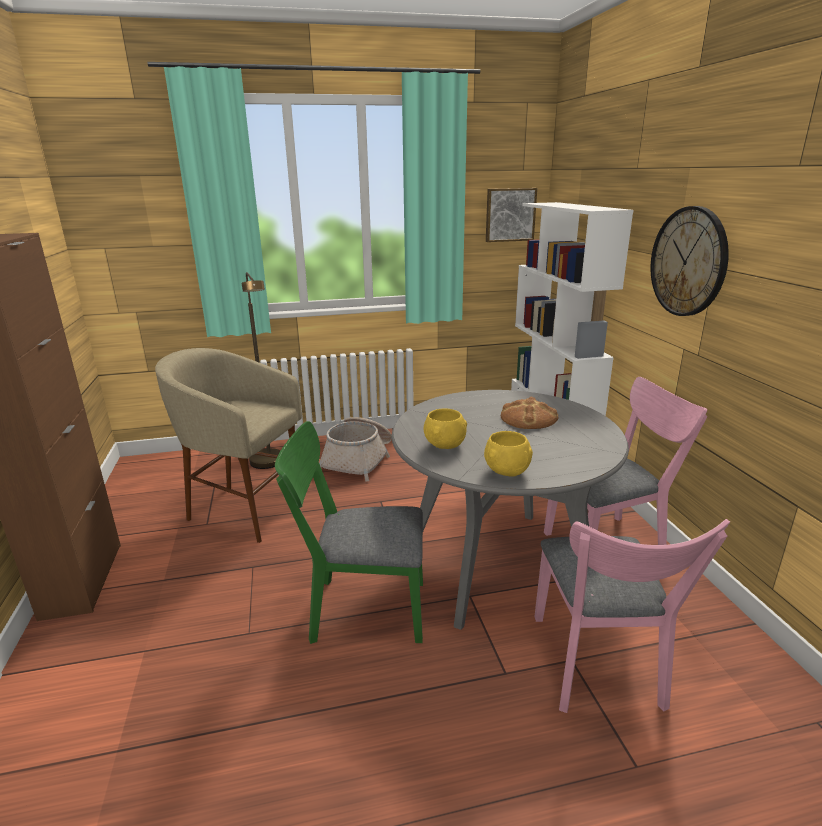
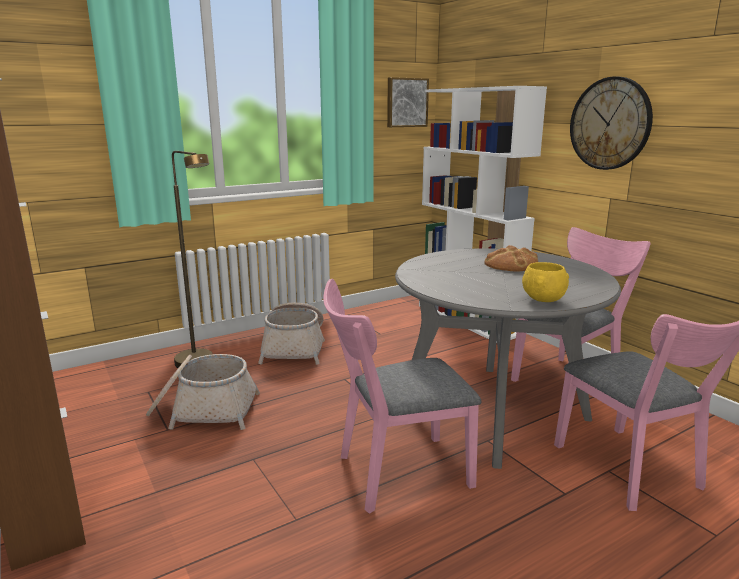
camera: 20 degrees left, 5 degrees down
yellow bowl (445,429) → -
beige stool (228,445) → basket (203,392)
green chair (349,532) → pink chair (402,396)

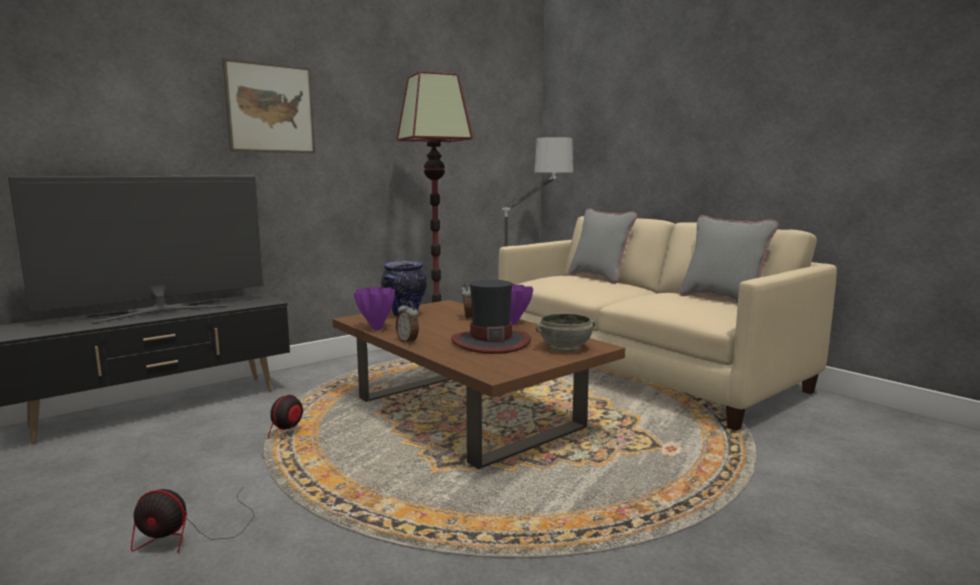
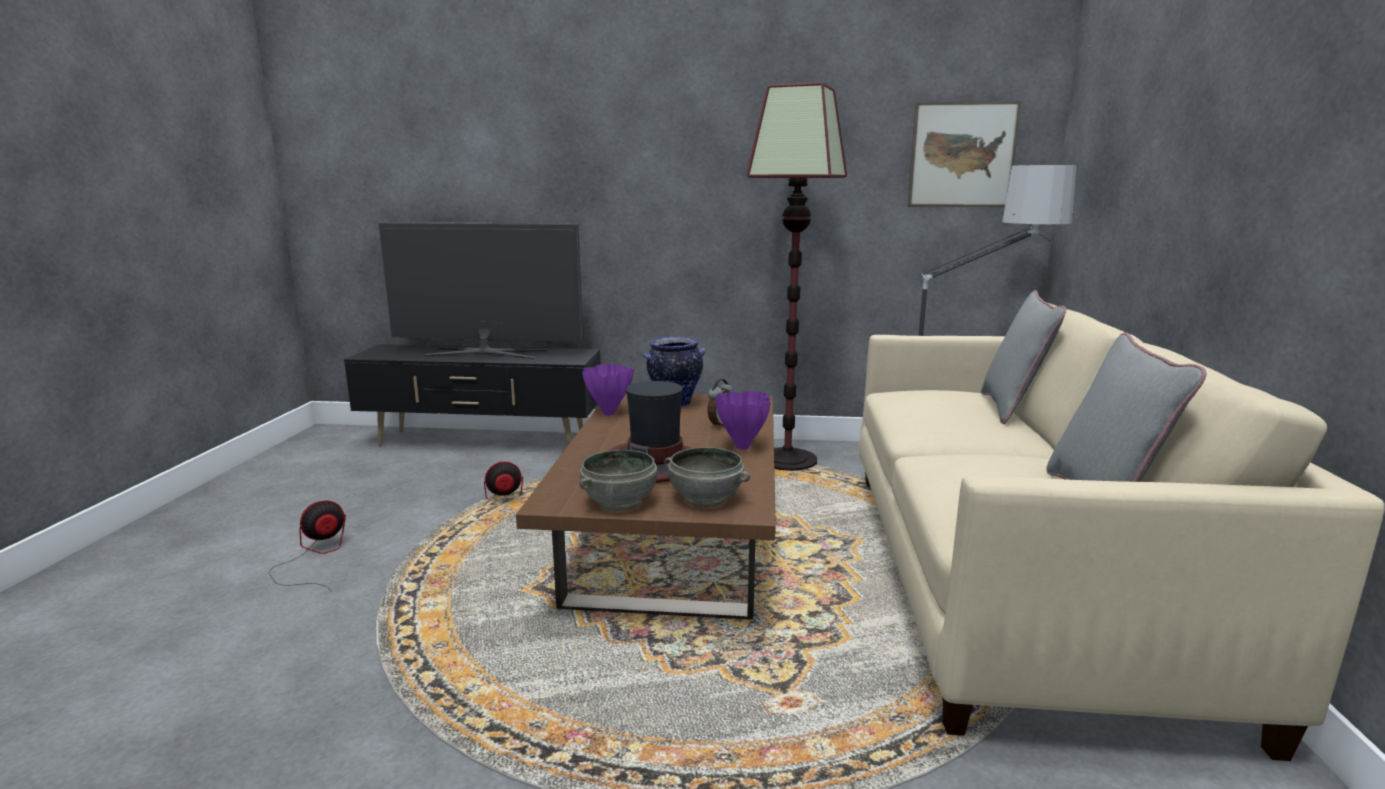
camera: 45 degrees right, 5 degrees up
alarm clock (407,322) → -
- → grey bowl (618,480)
picture (269,105) → picture (964,154), moved
fan (192,521) → fan (307,546), 90 degrees clockwise

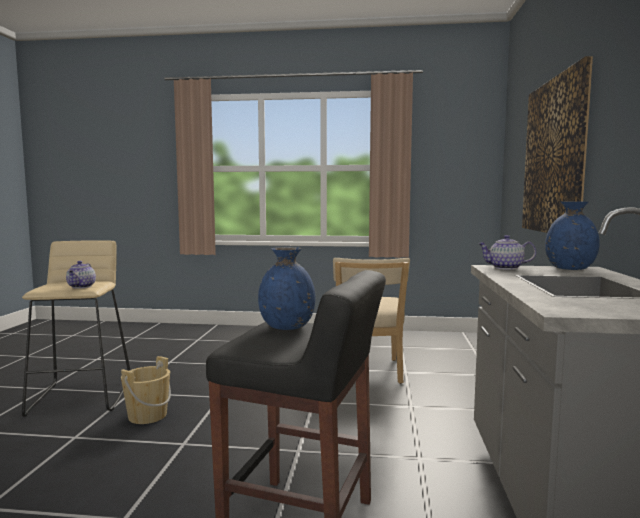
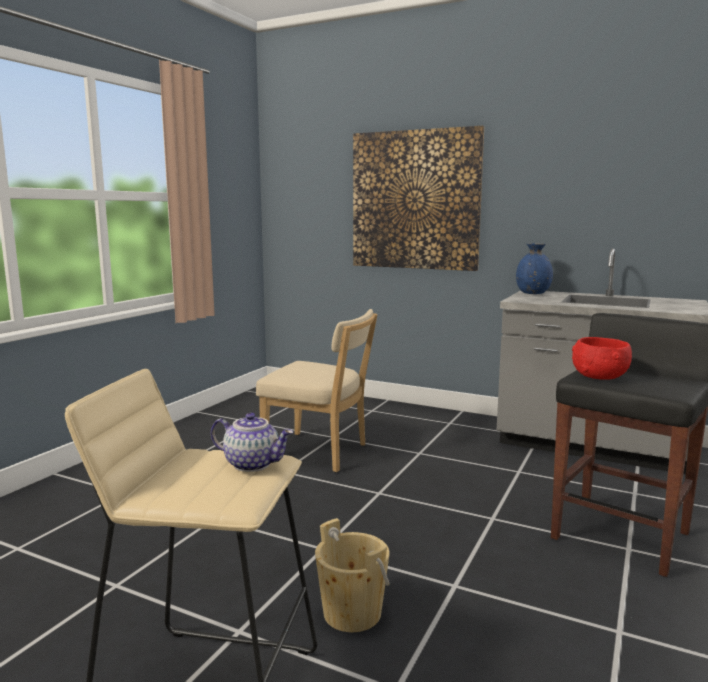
camera: 70 degrees left, 5 degrees up
teapot (507,252) → -
blue vase (287,288) → red bowl (602,358)

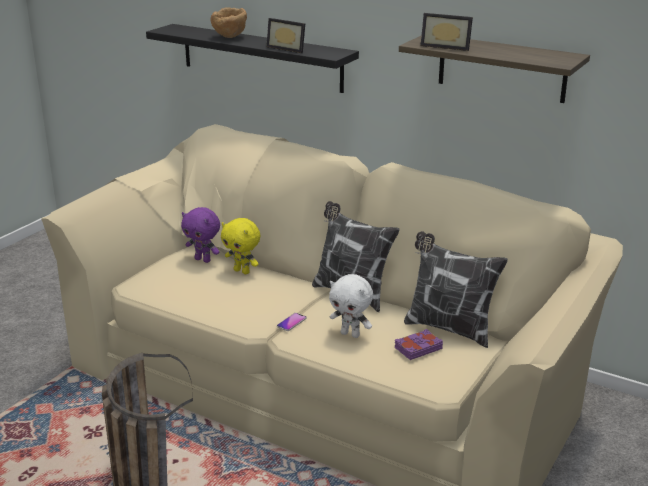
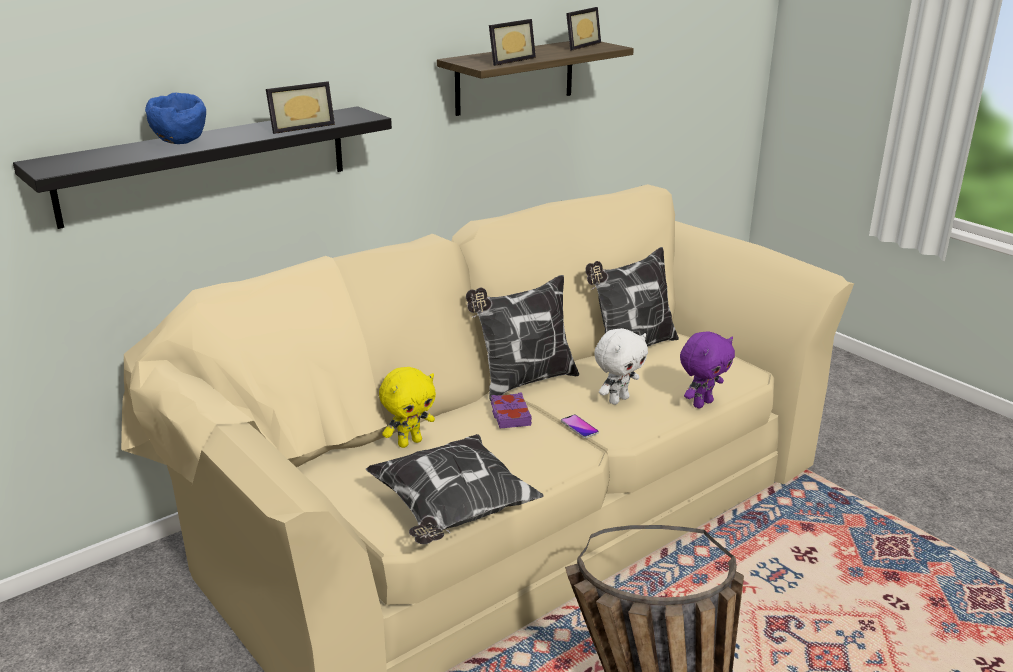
camera: 70 degrees left, 0 degrees up
- → pillow (455,489)
- → picture frame (583,29)
purple plush toy (200,235) → purple plush toy (707,369), moved
purple book (419,344) → purple book (511,410), moved
brown bowl (228,22) → blue bowl (175,118)

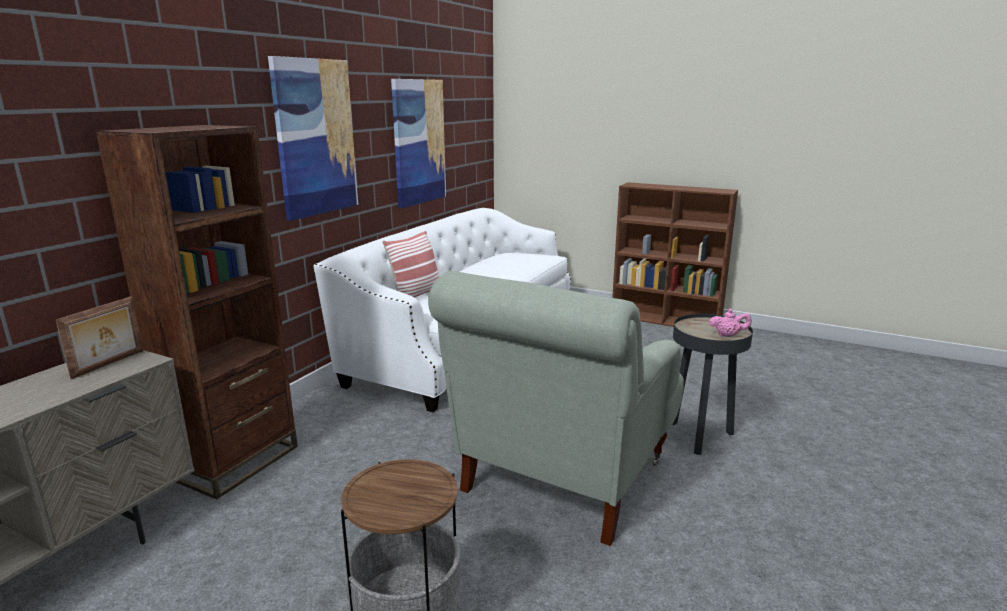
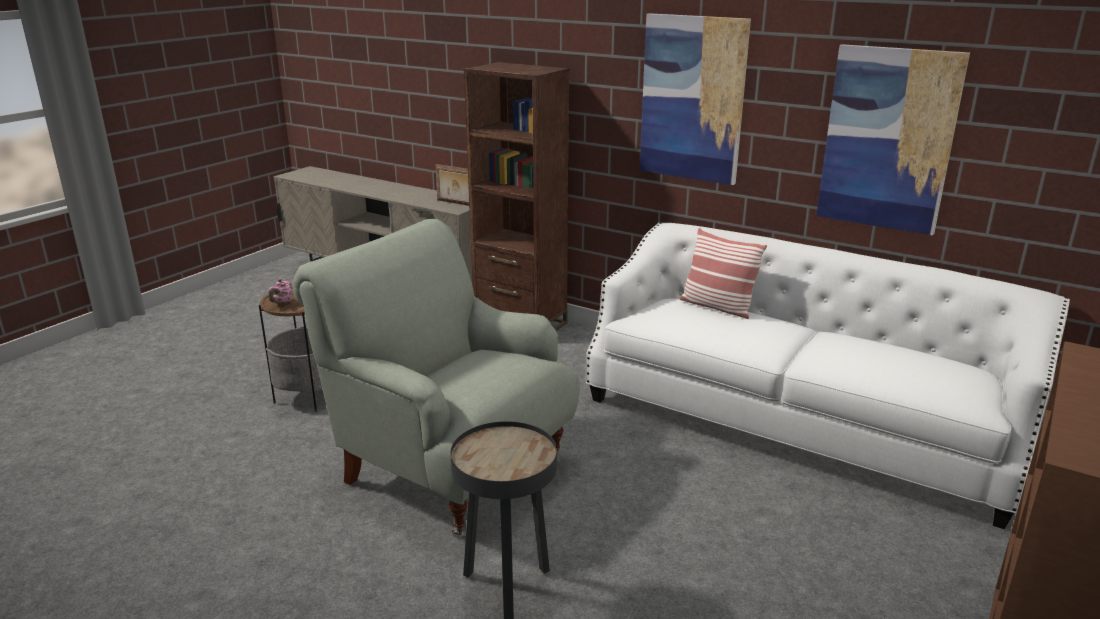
camera: 95 degrees right, 5 degrees up
pink teapot (730,323) → pink teapot (280,291), moved

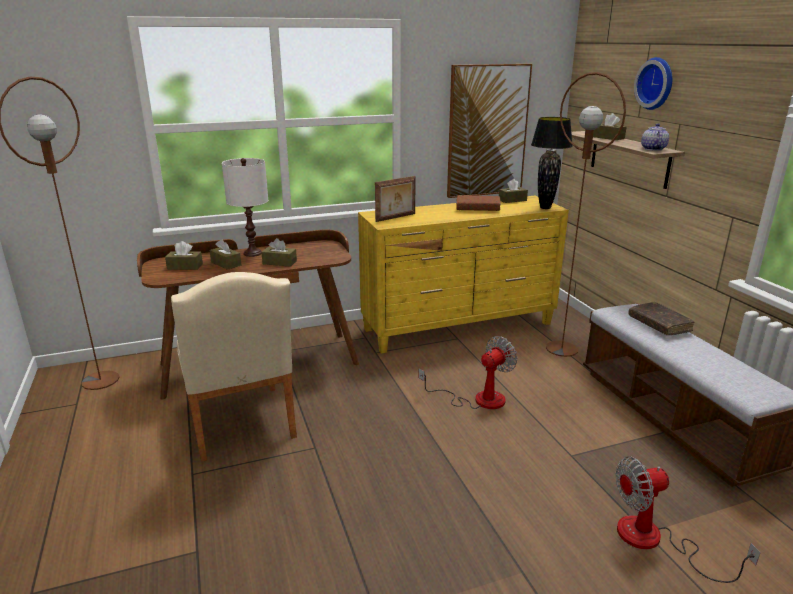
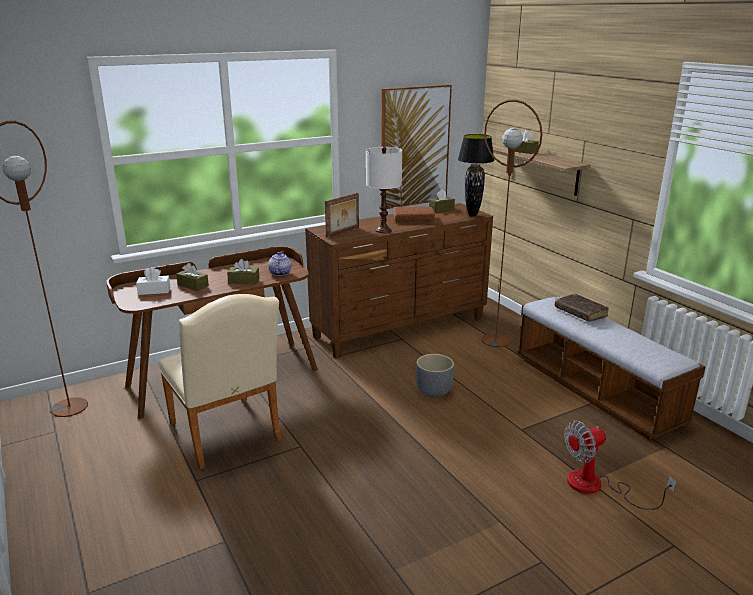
camera: 10 degrees left, 0 degrees up
wall clock (653,83) → -
white table lamp (245,207) → white table lamp (384,190), moved
teapot (655,137) → teapot (279,263), moved
fan (468,372) → grey planter (435,375)
brown tissue box (184,255) → white tissue box (153,281)
yellow dresser (463,275) → brown dresser (399,281)

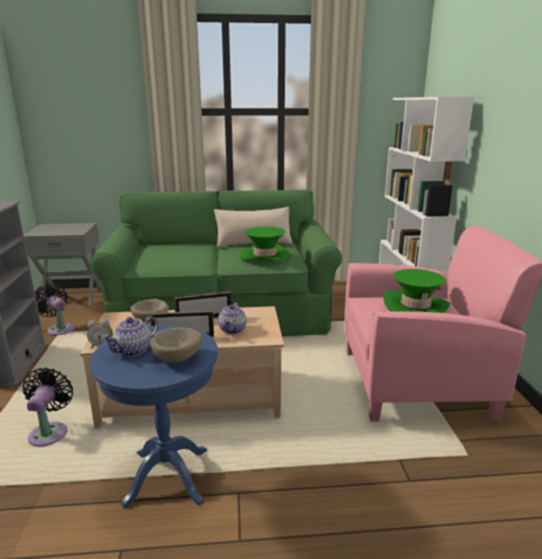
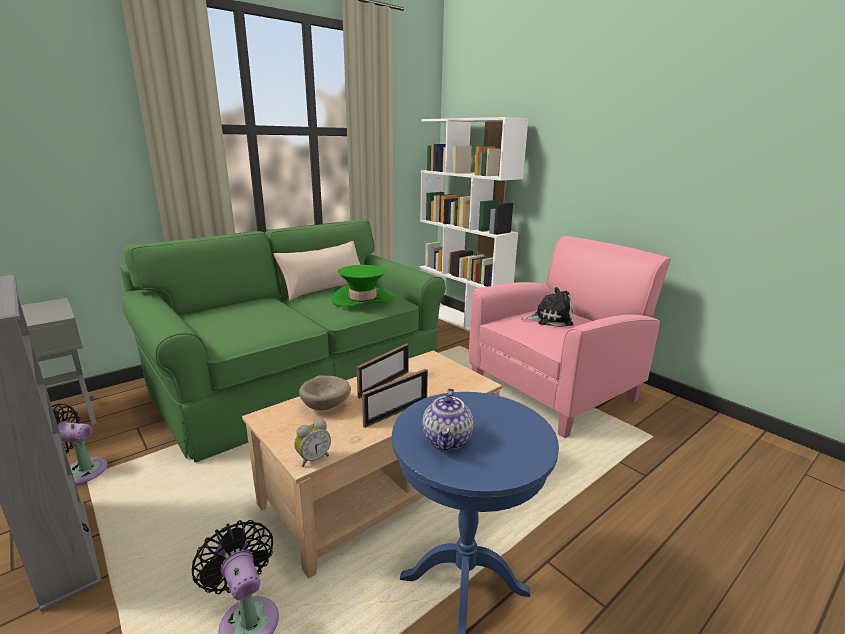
camera: 35 degrees left, 0 degrees up
beige bowl (176,345) → -
teapot (232,318) → -
green hat (416,291) → plush toy (547,307)

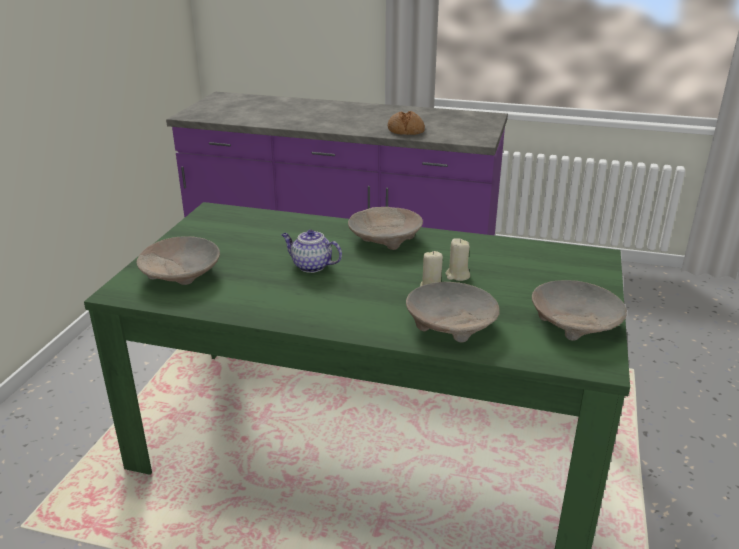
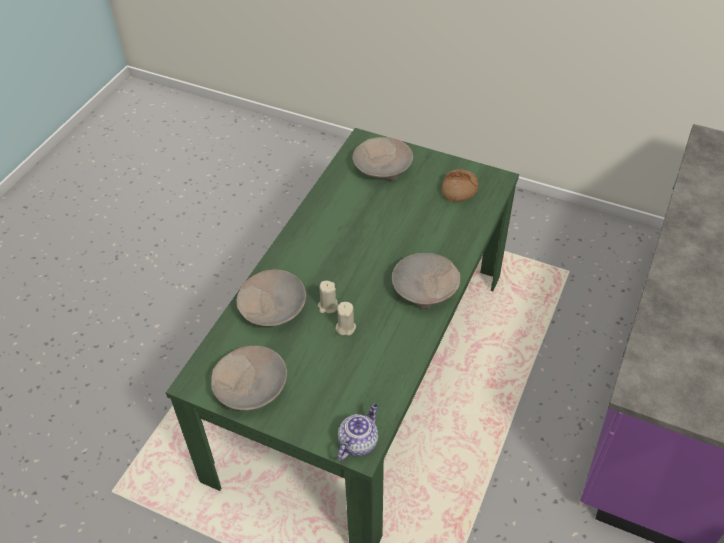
camera: 100 degrees right, 20 degrees up
teapot (311,251) → teapot (358,432), moved
bread (406,123) → bread (460,185), moved

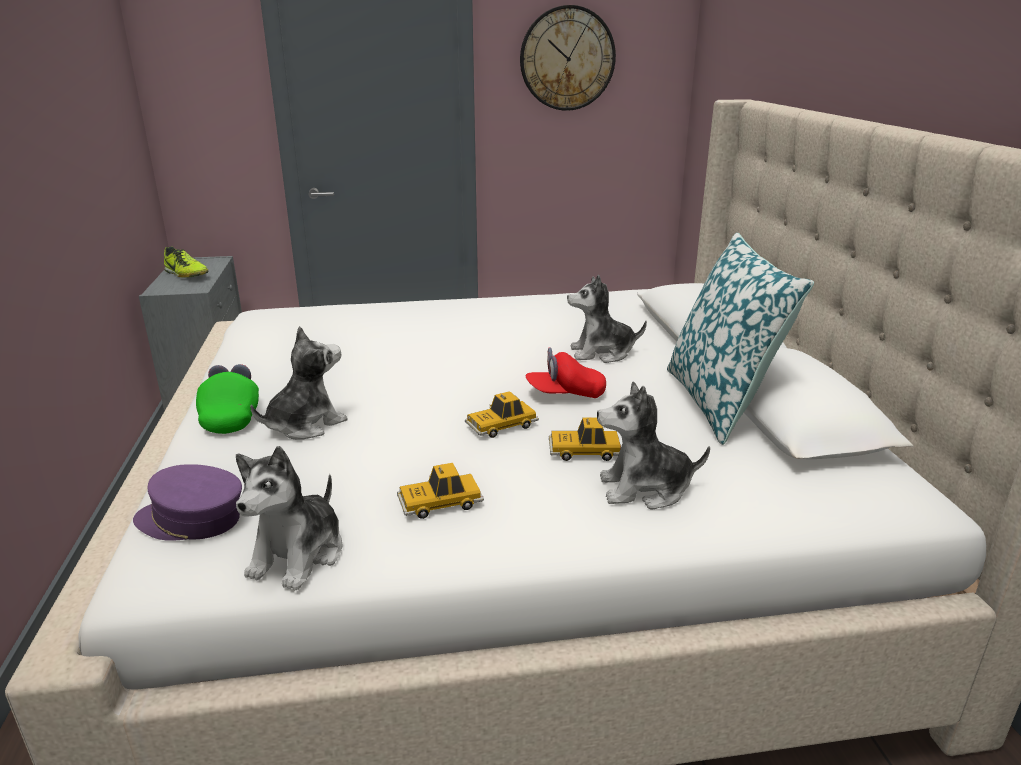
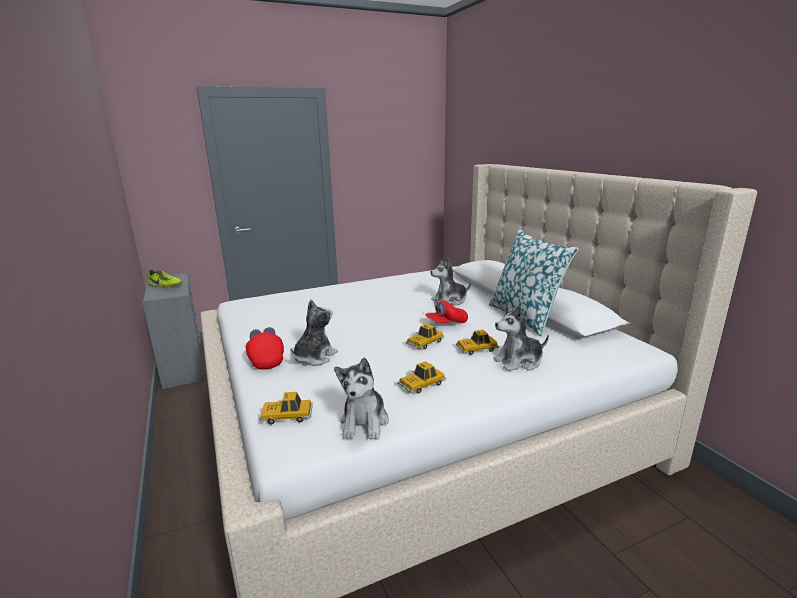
camera: 15 degrees left, 5 degrees down
wall clock (568,58) → -
purple cap (187,502) → toy car (286,408)
green cap (227,399) → red cap (265,348)

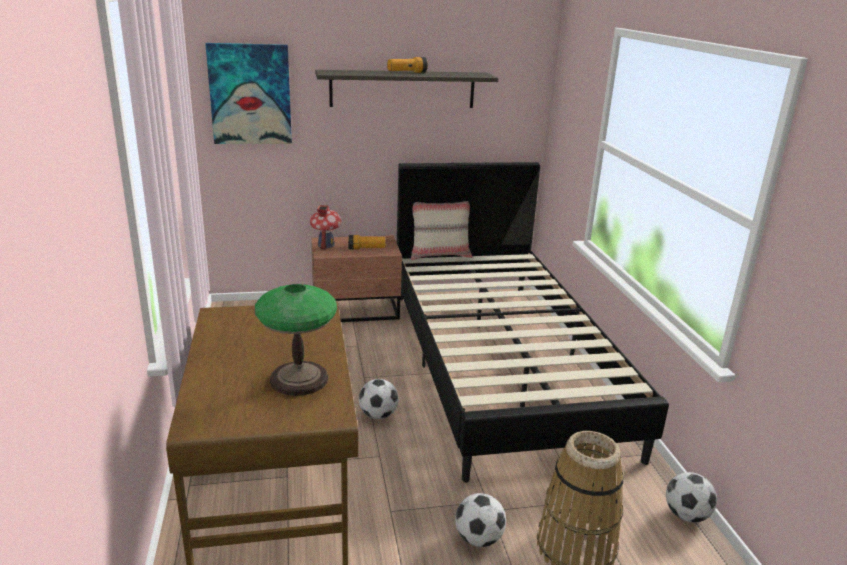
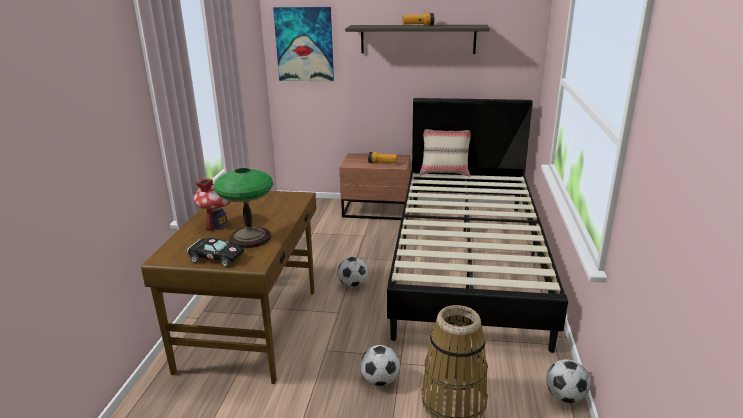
camera: 20 degrees right, 0 degrees up
- → black toy car (215,252)
toy house (325,227) → toy house (212,204), moved

